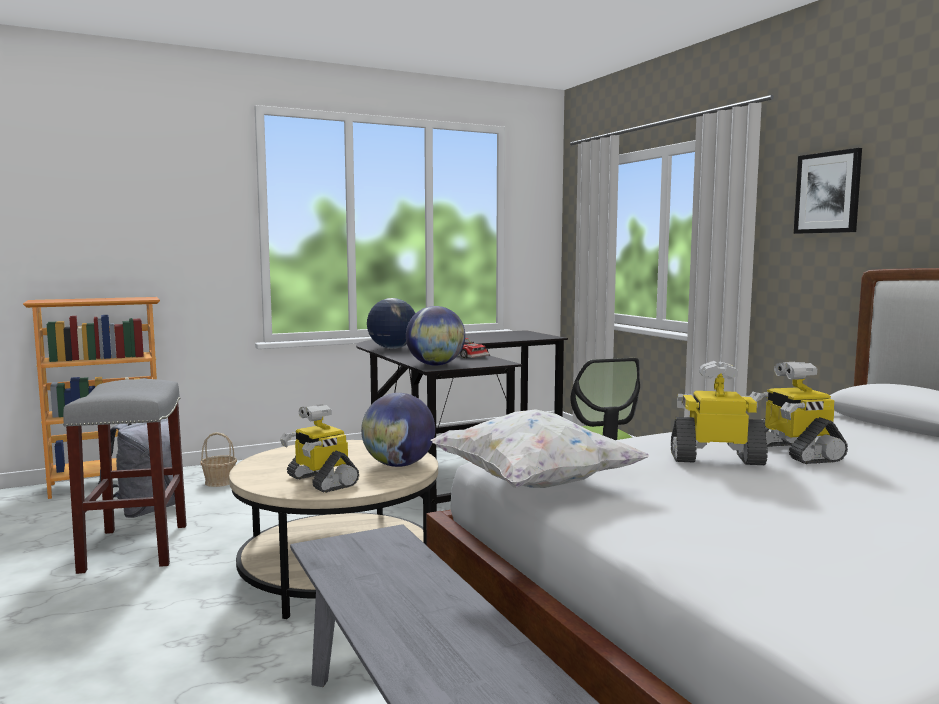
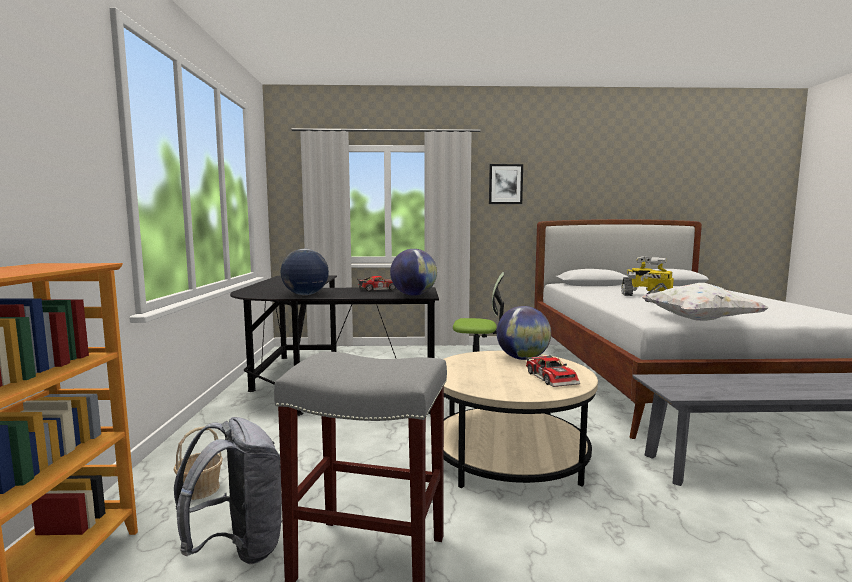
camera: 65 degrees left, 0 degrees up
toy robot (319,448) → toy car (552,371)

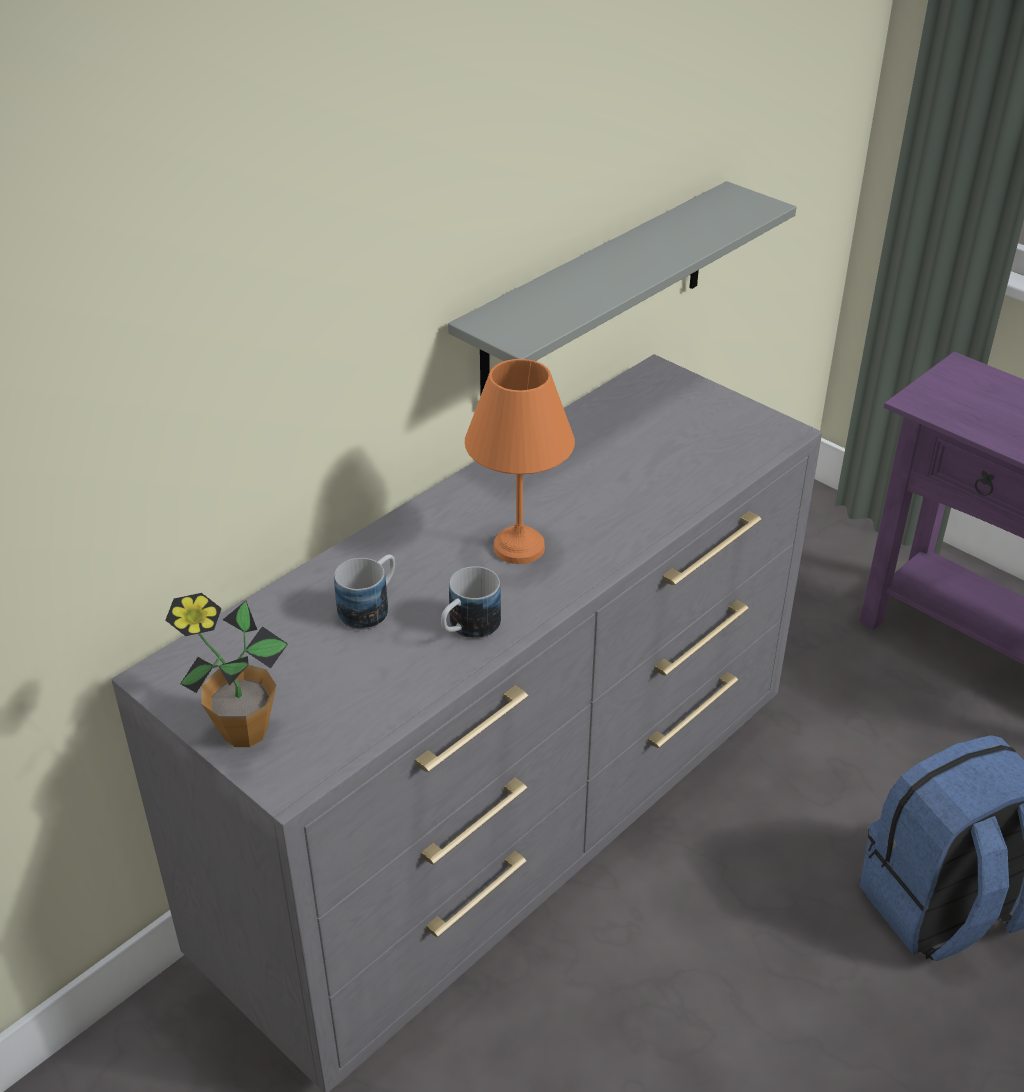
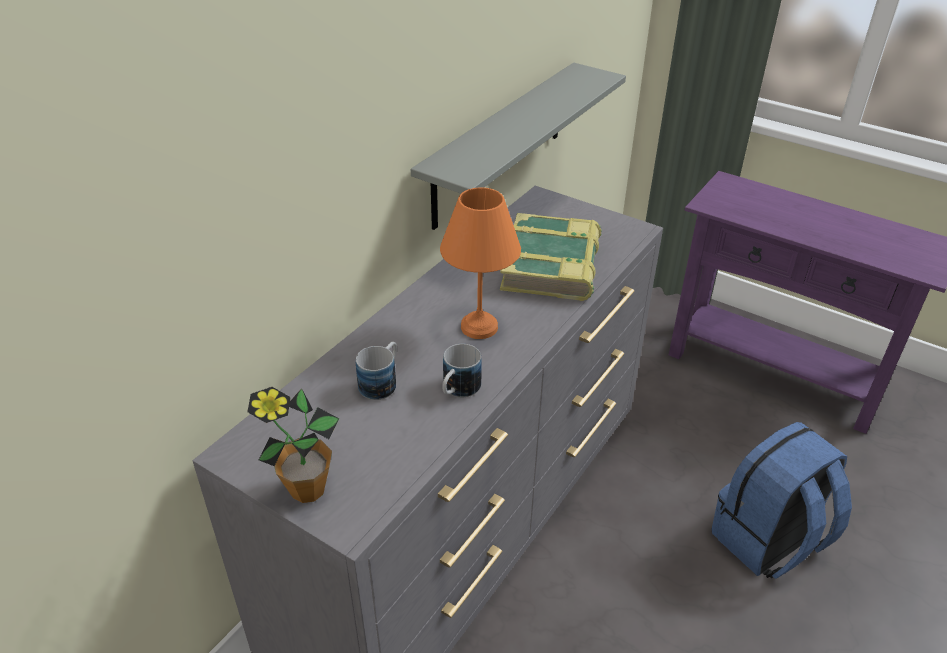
camera: 10 degrees left, 0 degrees up
- → book (551,257)

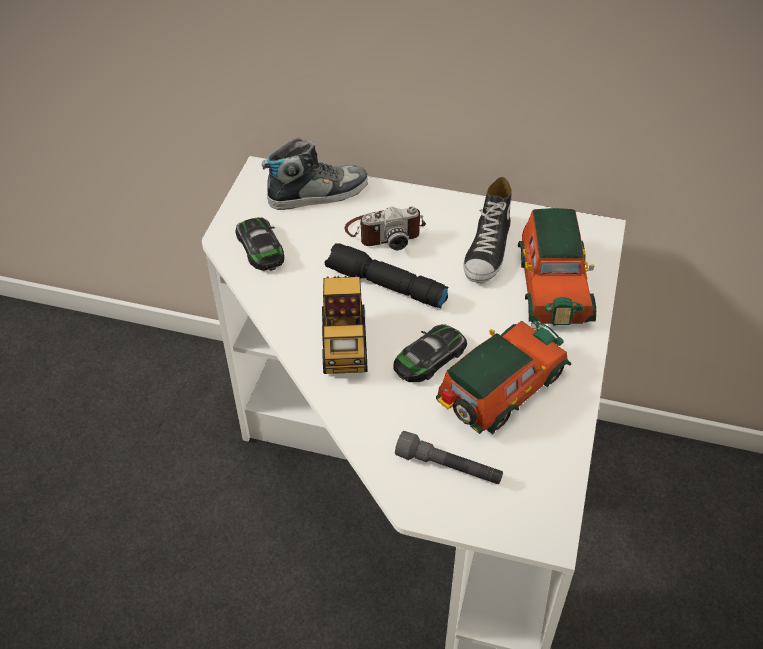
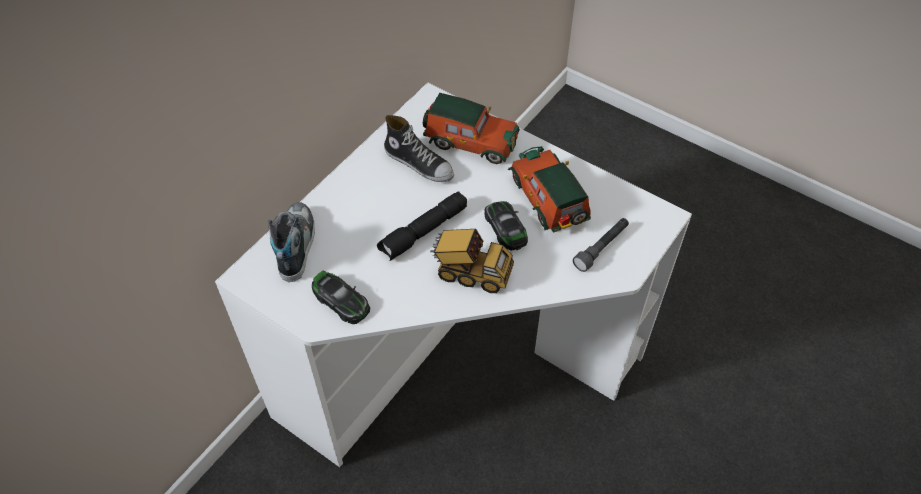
camera: 70 degrees left, 5 degrees up
photo camera (385,228) → -
toy car (259,244) → toy car (341,297), 135 degrees counterclockwise

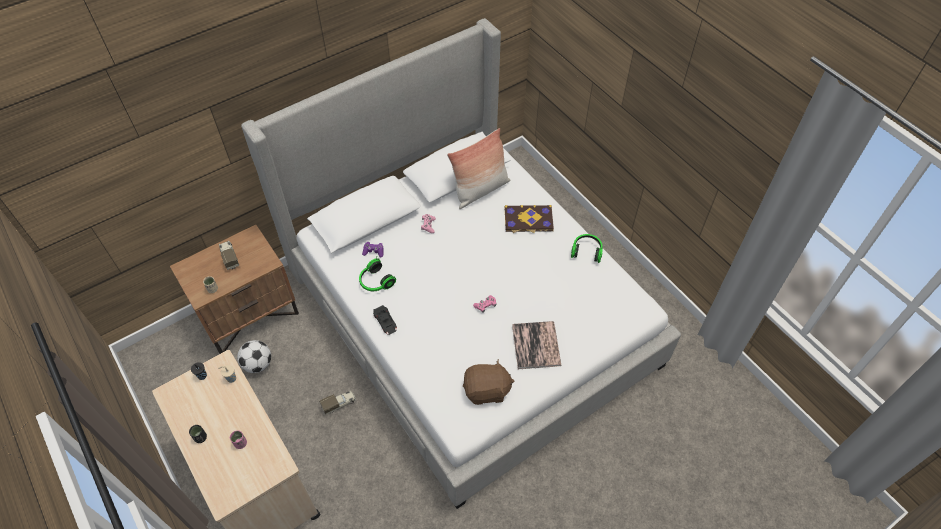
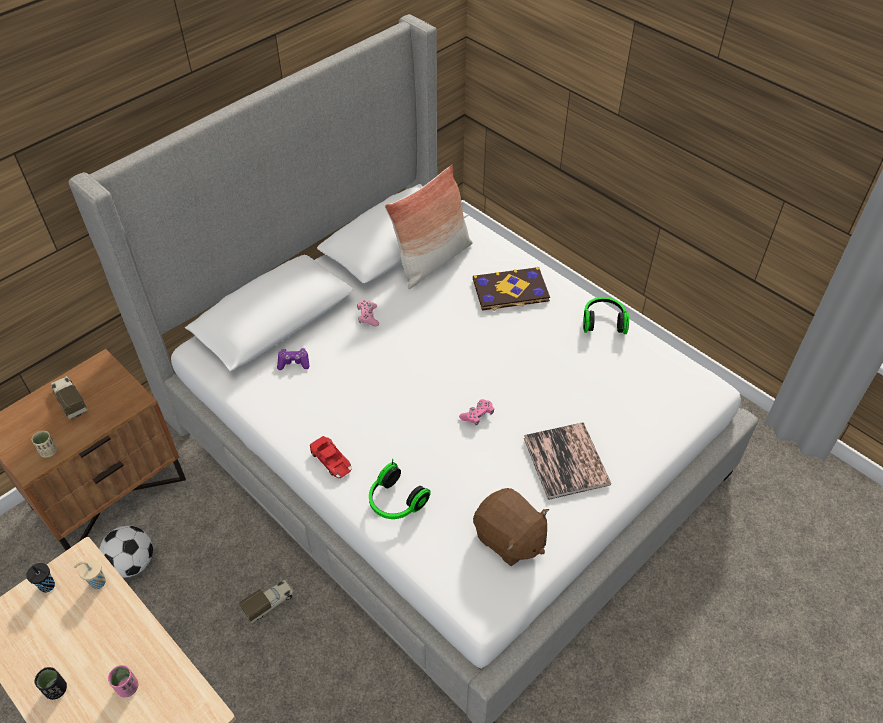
camera: 10 degrees left, 5 degrees down
headphones (377,274) → headphones (400,489), moved
black toy car (385,320) → red toy car (331,457)
brown plush toy (488,382) → brown plush toy (511,527), 60 degrees clockwise

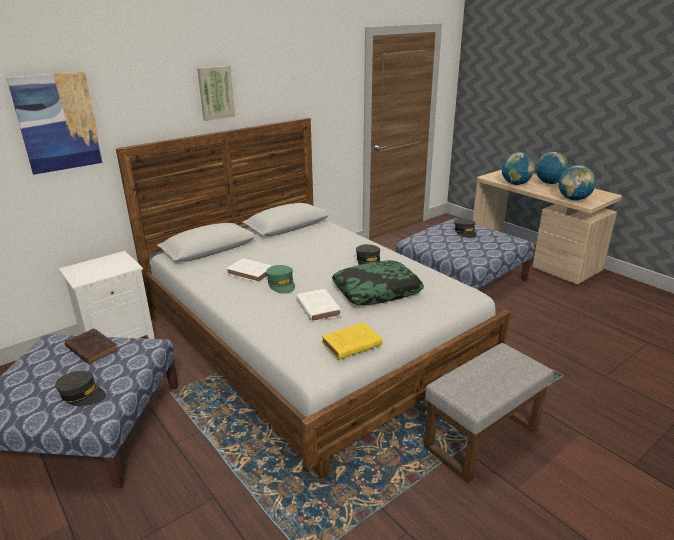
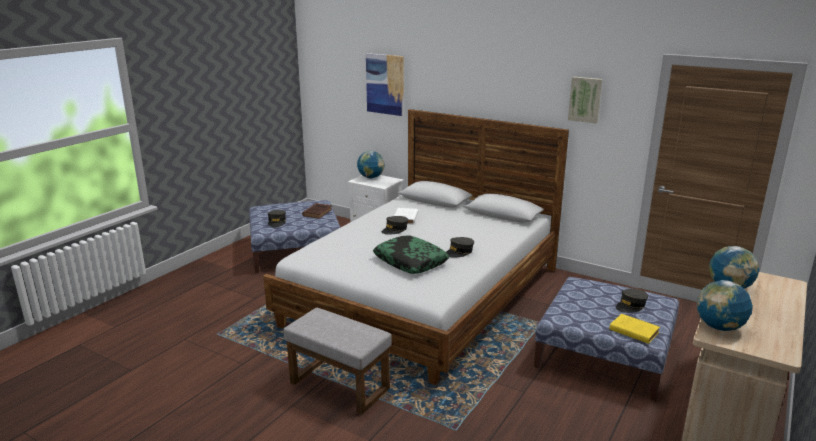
camera: 70 degrees right, 5 degrees down
white book (318,305) → -
picture (216,93) → picture (585,100), moved
yellow book (352,341) → yellow book (634,329), moved
globe (553,168) → globe (371,164), moved
green cap (280,279) → grey cap (395,225)

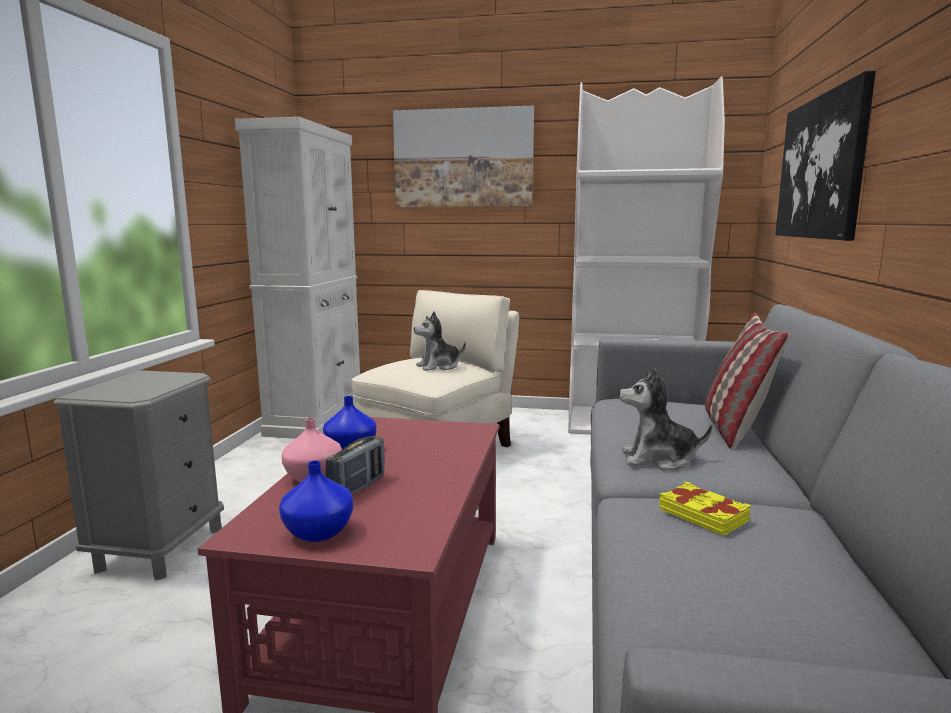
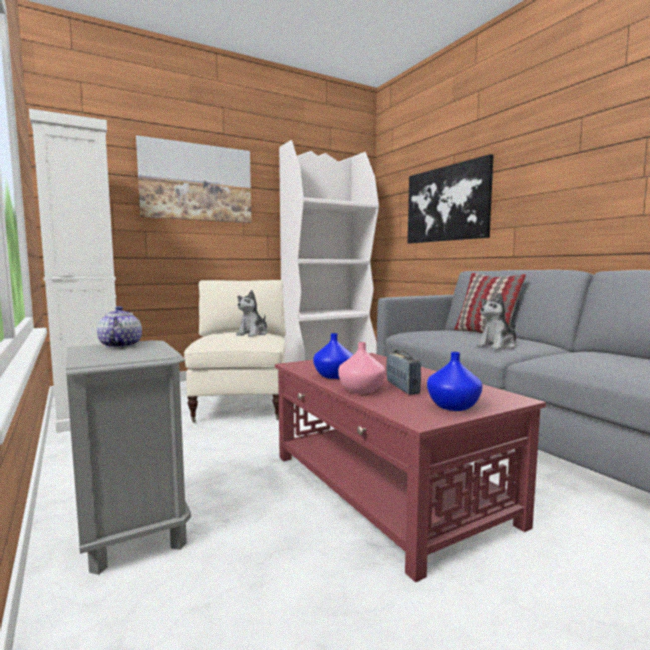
camera: 40 degrees left, 5 degrees down
yellow book (705,508) → -
- → teapot (119,327)

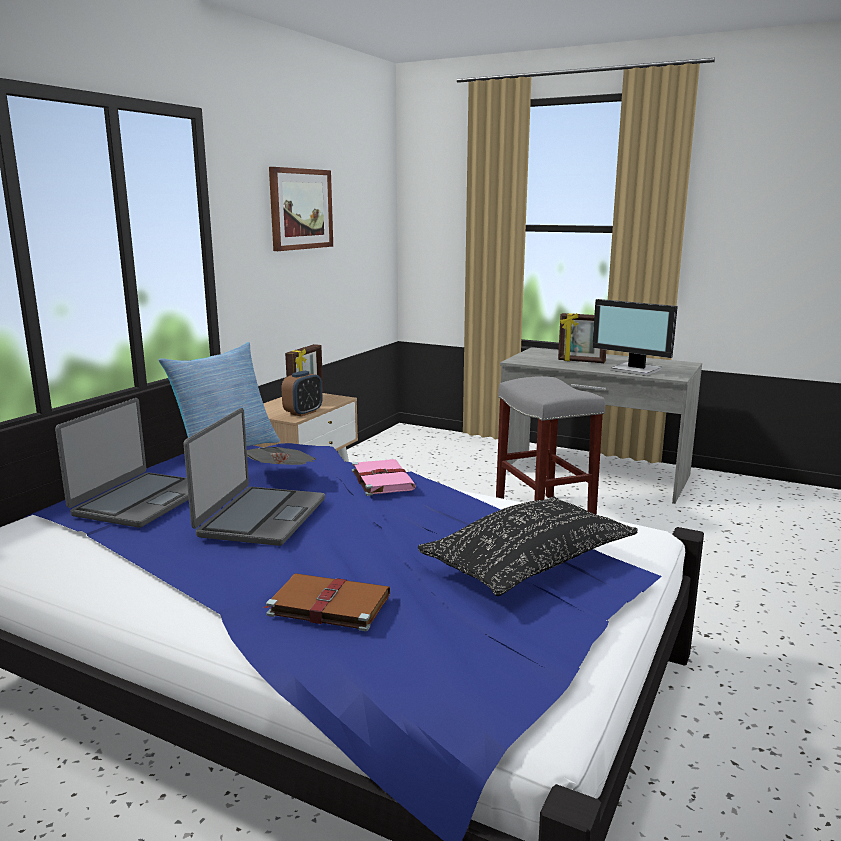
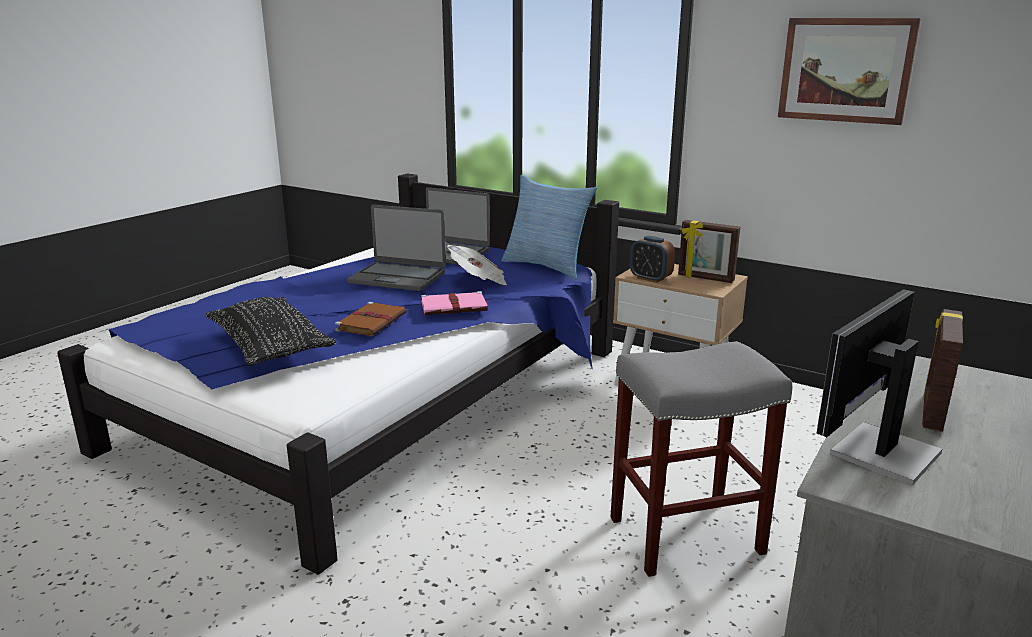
camera: 95 degrees right, 5 degrees up
brown book (327,602) → brown book (371,319), moved

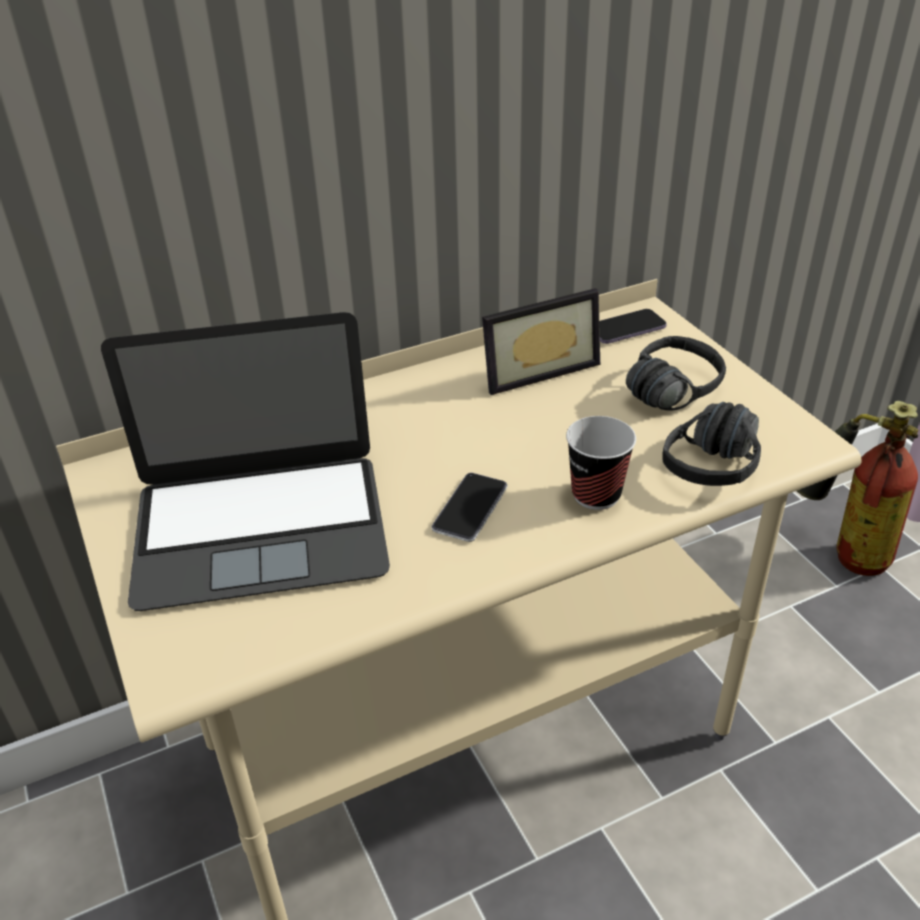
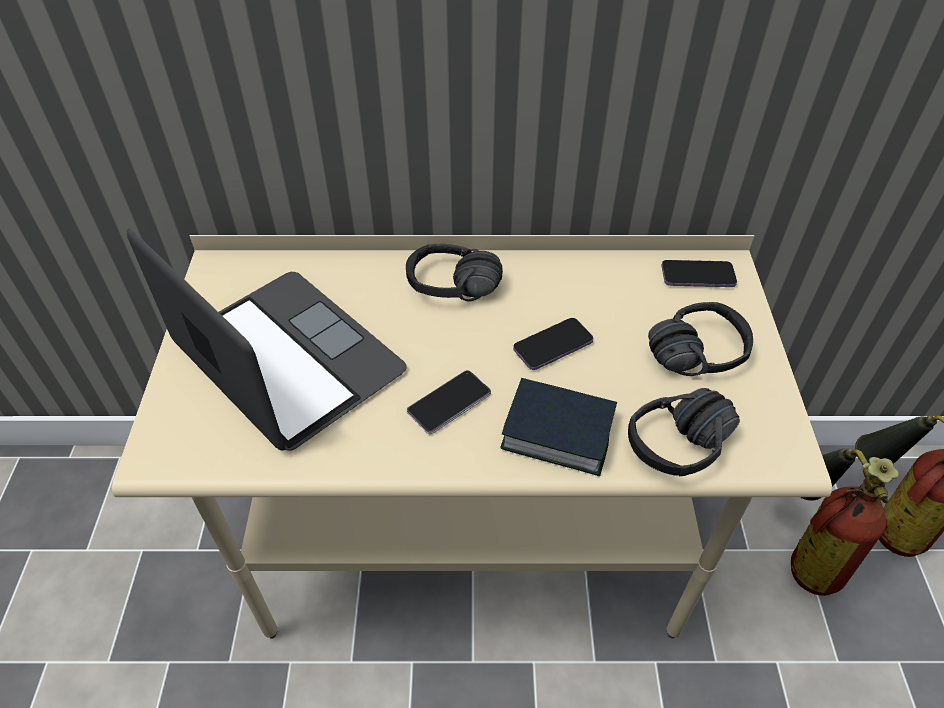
camera: 25 degrees right, 10 degrees up
picture frame (541,341) → -
- → black headphones (454,272)
- → phone (553,344)
- → fire extinguisher (845,522)
cup (601,463) → book (558,427)
laptop (245,461) → laptop (267,339), 150 degrees counterclockwise

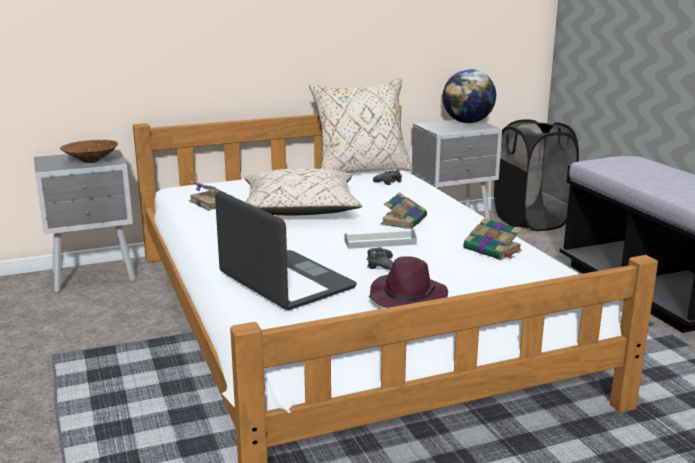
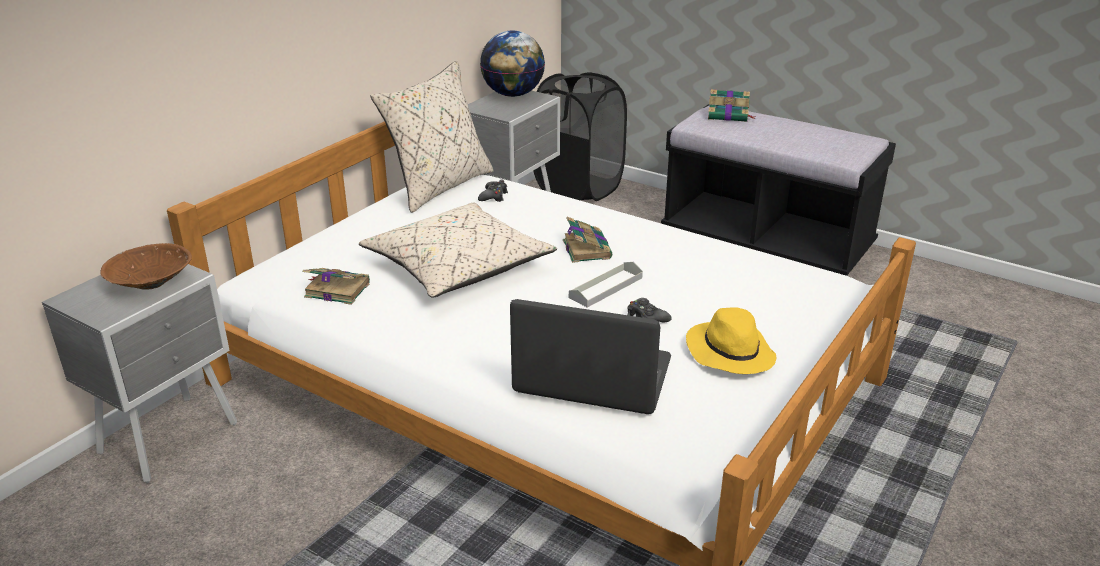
camera: 35 degrees left, 10 degrees up
book (492,239) → book (732,105), moved
purple hat (408,282) → yellow hat (731,340)

